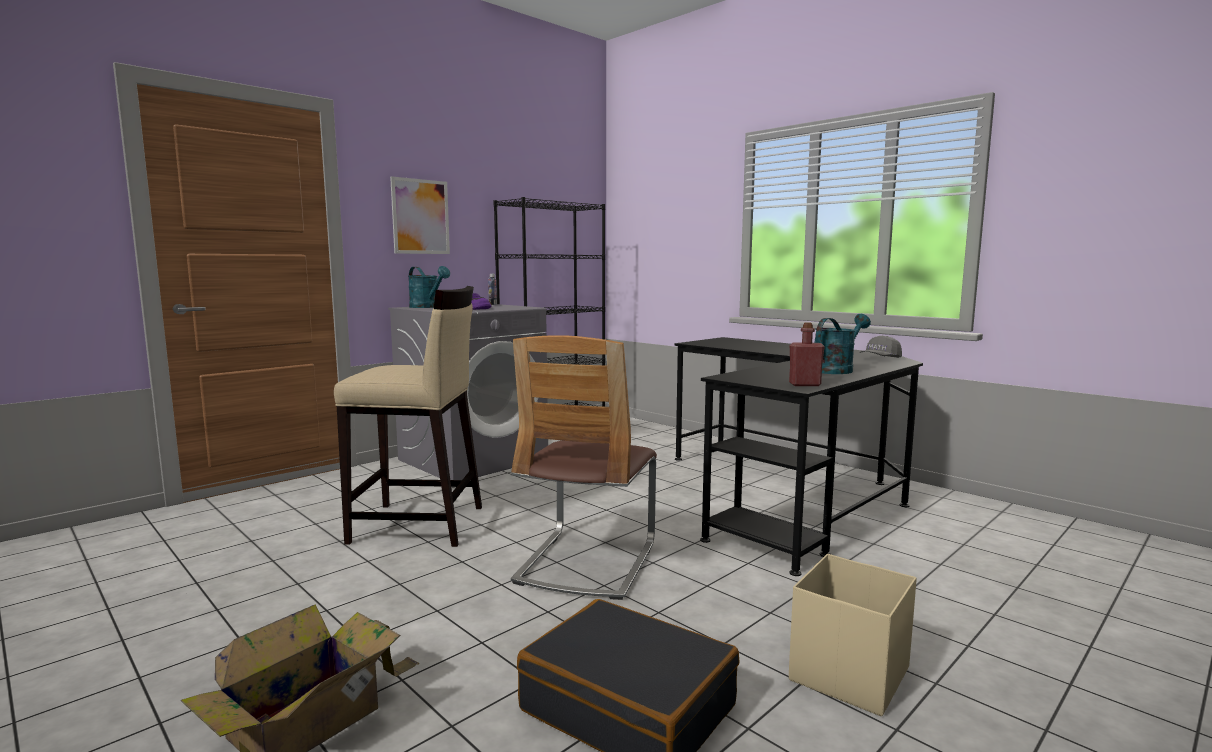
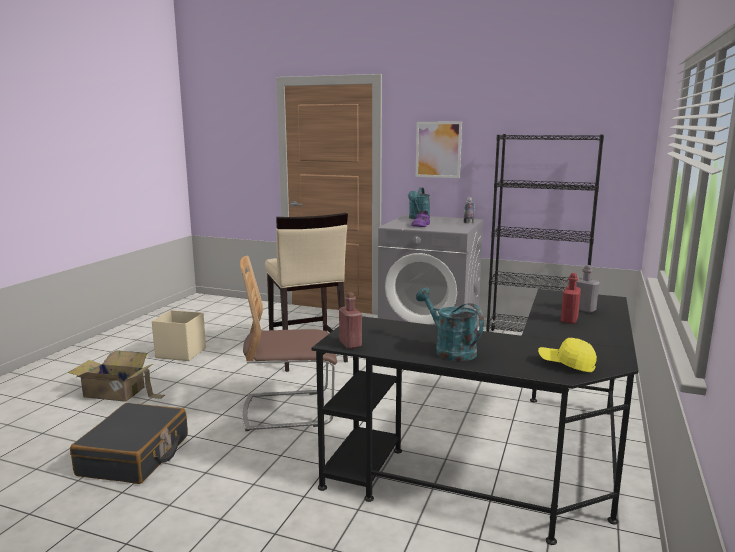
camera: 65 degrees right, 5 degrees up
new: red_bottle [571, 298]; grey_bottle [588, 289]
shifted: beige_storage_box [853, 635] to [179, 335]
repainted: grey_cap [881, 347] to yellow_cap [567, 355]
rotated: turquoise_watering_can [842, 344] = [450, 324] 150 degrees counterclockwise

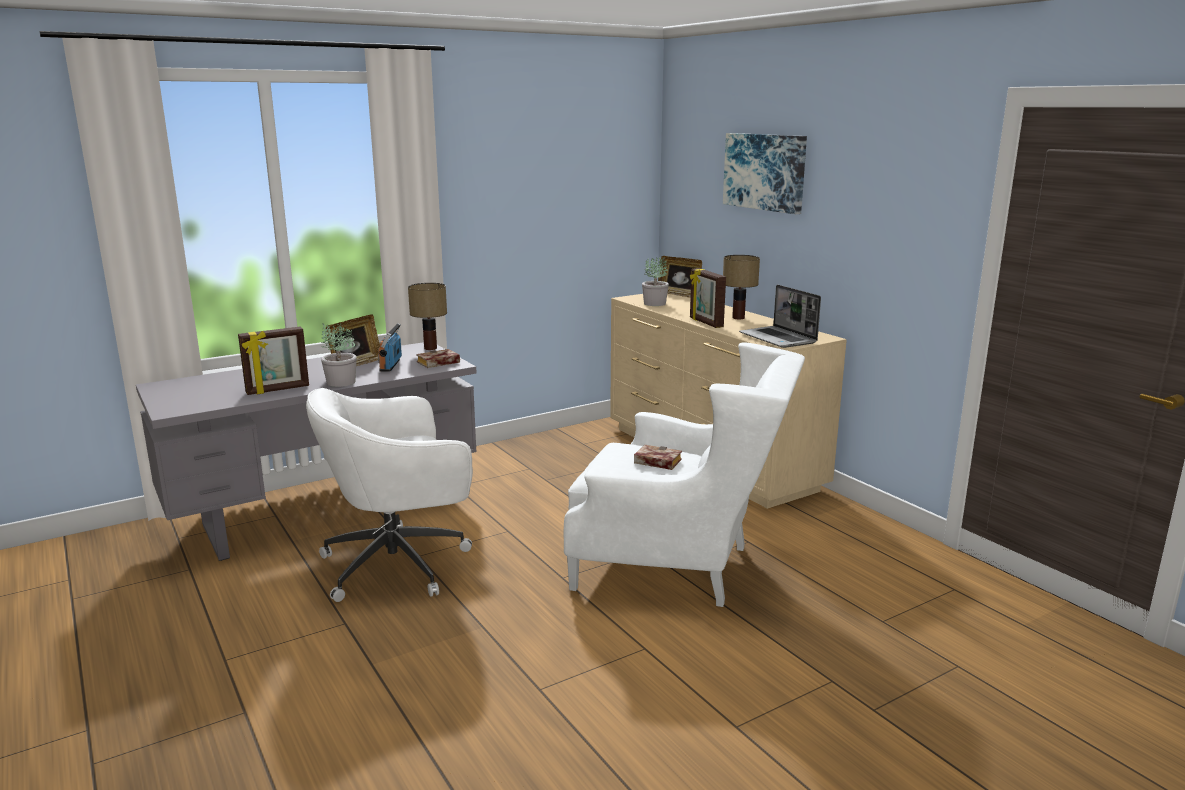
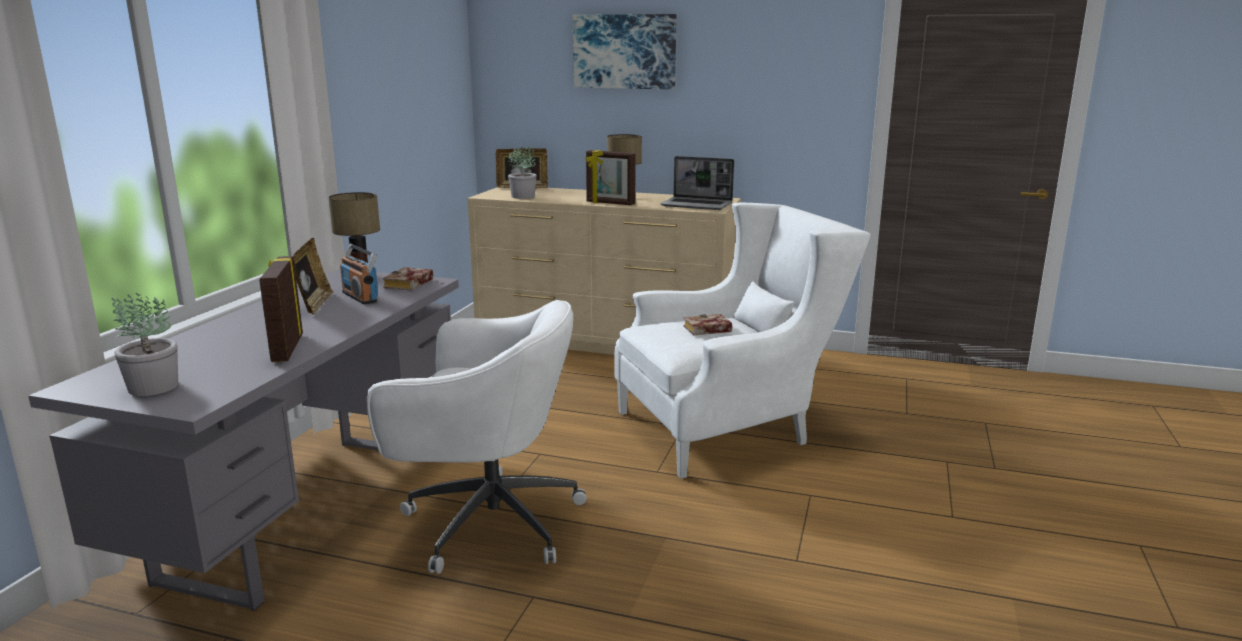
camera: 40 degrees left, 0 degrees up
shifted: potted_plant [339, 355] to [144, 344]
rotated: picture_frame [273, 360] = [281, 309] 150 degrees clockwise; white_office_chair [389, 495] = [477, 437] 105 degrees counterclockwise

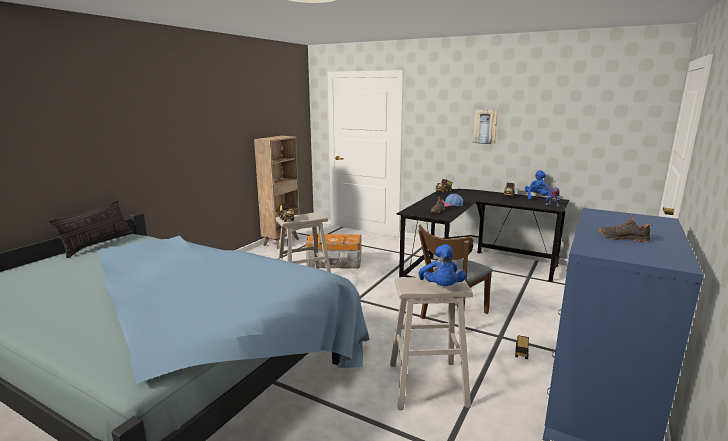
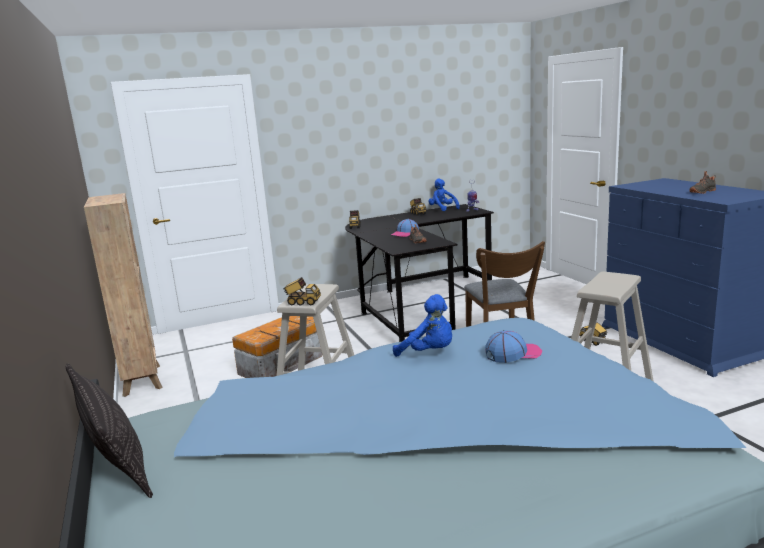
camera: 50 degrees left, 0 degrees up
gone: picture [485, 127]
new: cap [513, 346]
shifted: blue_plush_toy [442, 265] to [422, 325]

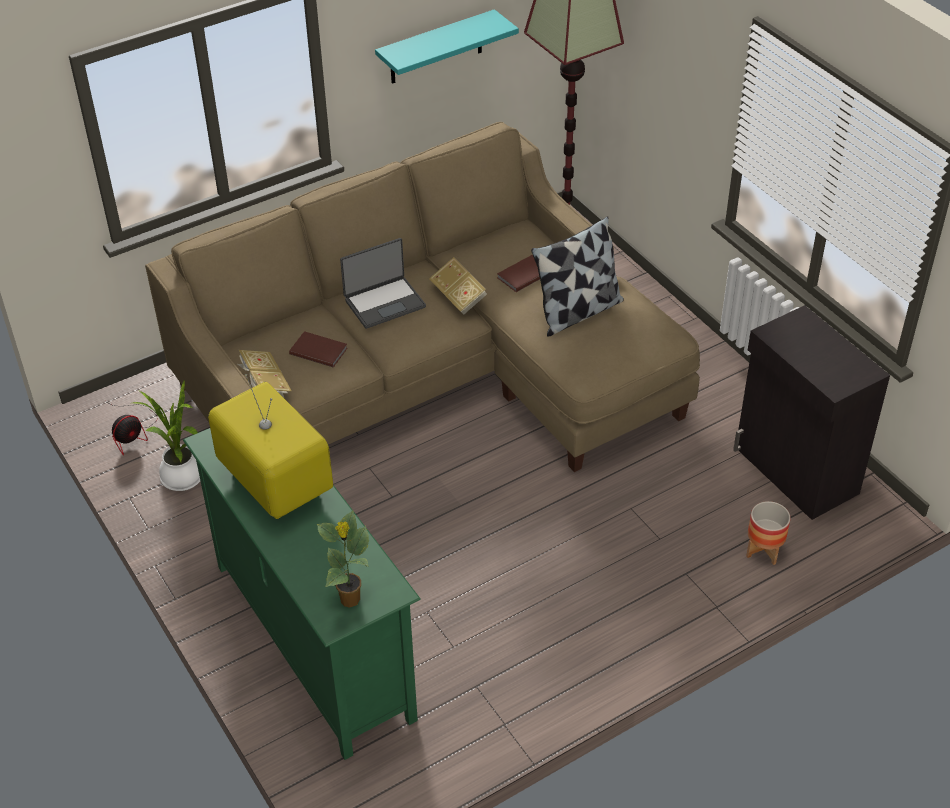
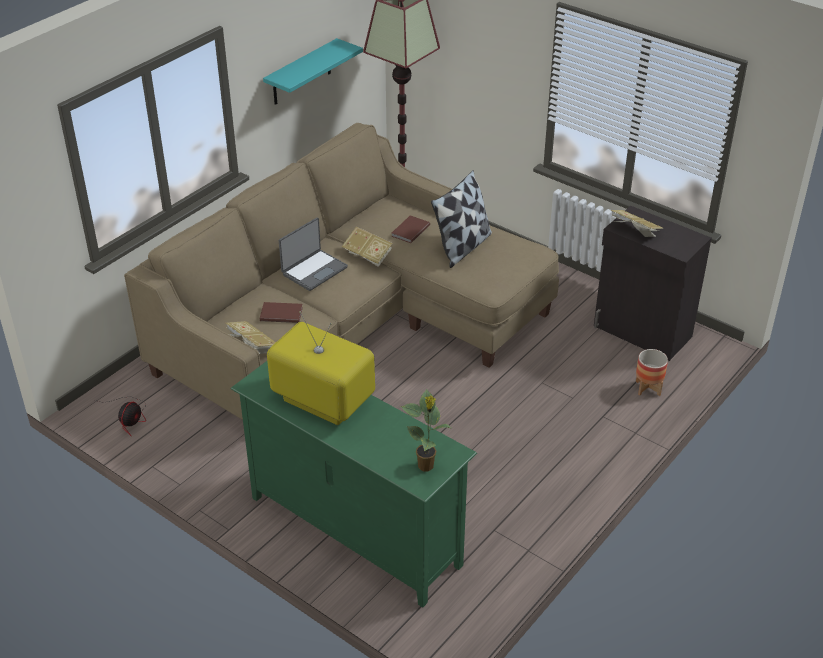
camera: 20 degrees left, 5 degrees down
gone: potted_plant [166, 435]
new: book [637, 223]

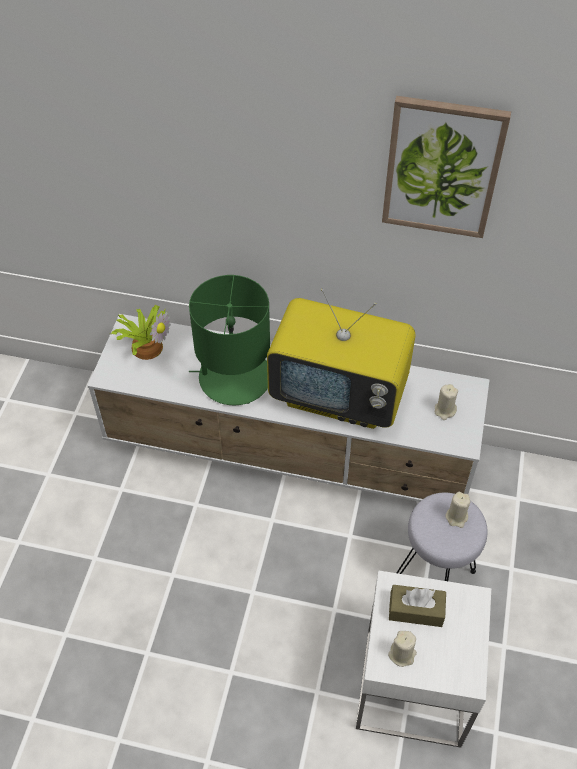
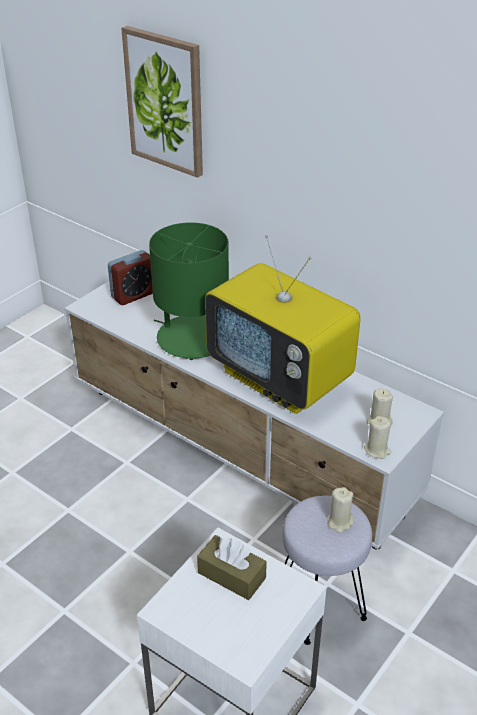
camera: 25 degrees right, 15 degrees down
shifted: picture [446, 167] to [162, 102]; beige_candle [402, 649] to [377, 437]
swapped: potted_plant [141, 332] to alarm_clock [130, 277]

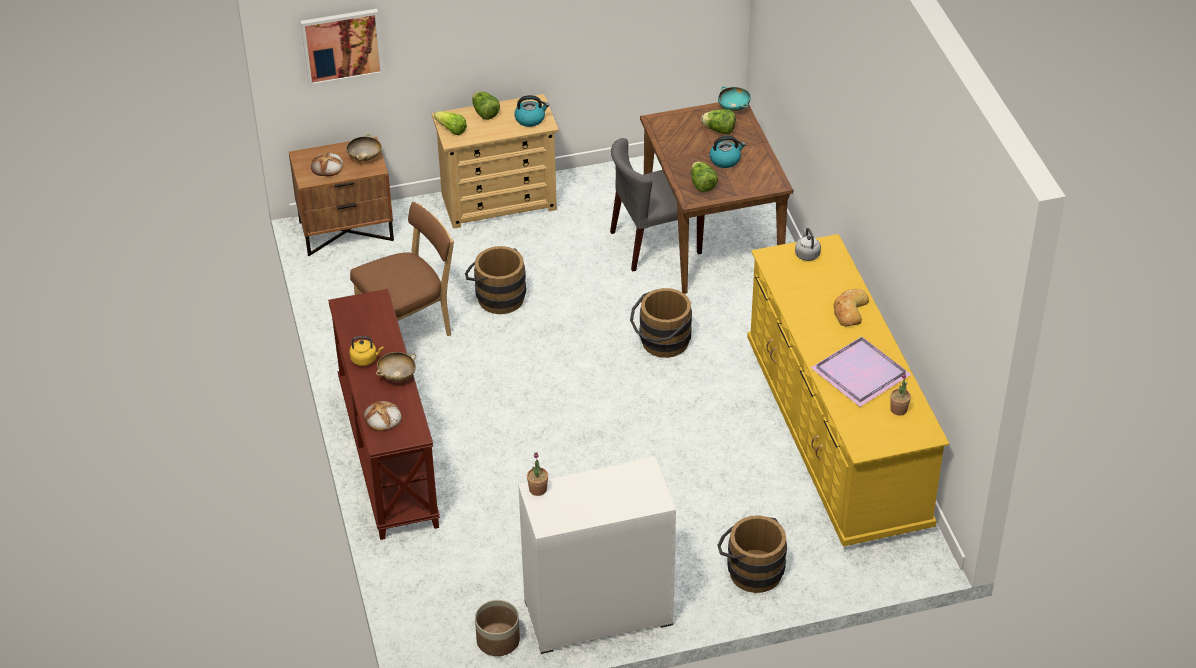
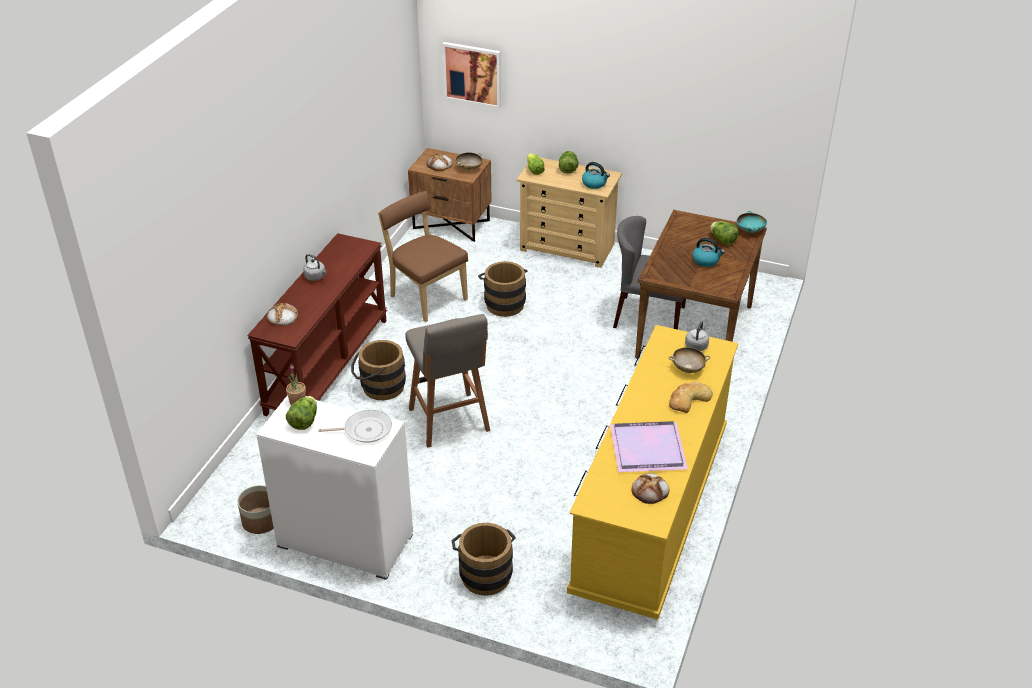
camera: 35 degrees right, 5 degrees down
new: frying_pan [355, 426]; grey_stool [447, 381]
shifted: lettuce [704, 176] to [301, 413]; brown_bucket [661, 323] to [378, 370]; beige_bowl [396, 367] to [689, 360]
swapped: potted_plant [900, 393] to bread [651, 488]
repainted: yellow_kettle [366, 351] to grey_kettle [315, 267]
rotated: brown_chair [402, 269] = [423, 256] 135 degrees counterclockwise

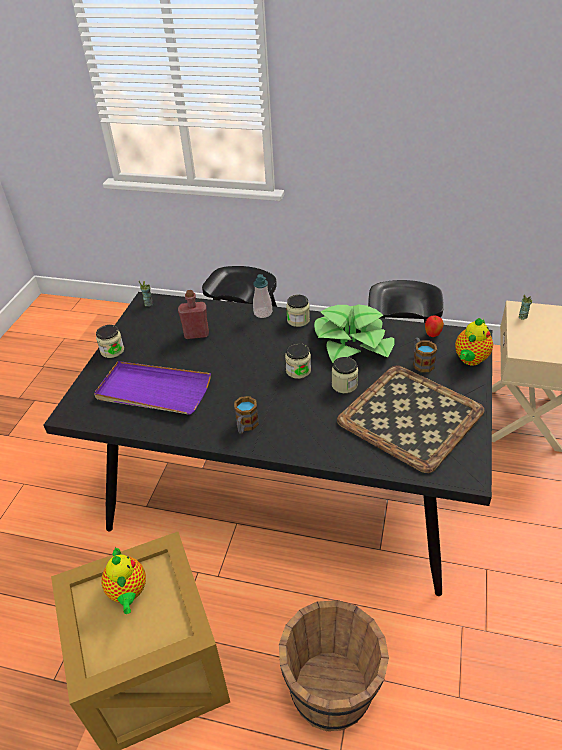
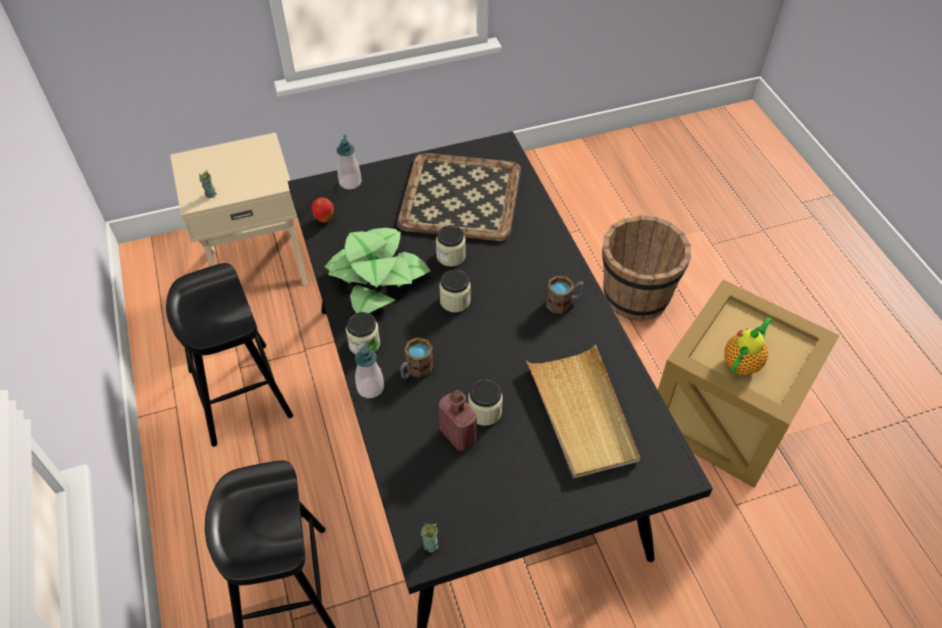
camera: 125 degrees left, 10 degrees up
shifted: mug [425, 355] to [417, 358]; jar [110, 341] to [485, 403]
swapped: teapot [474, 341] to soap_dispenser [349, 162]
repainted: purple_tray [152, 388] to beige_tray [583, 411]

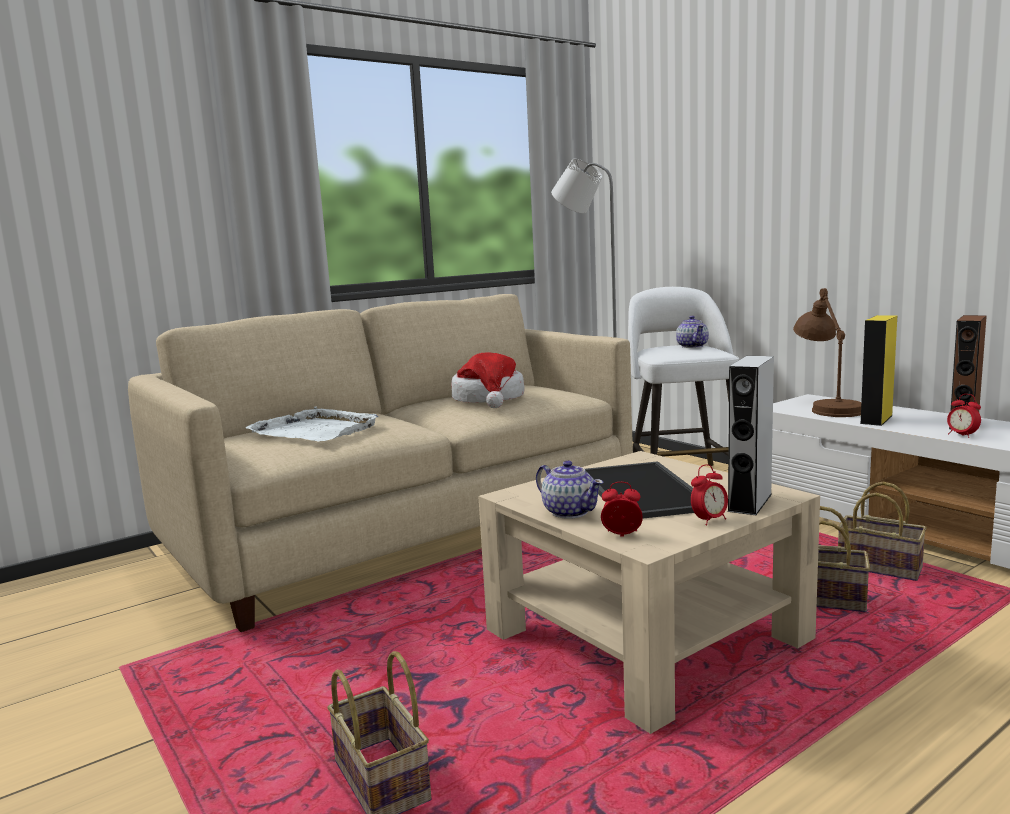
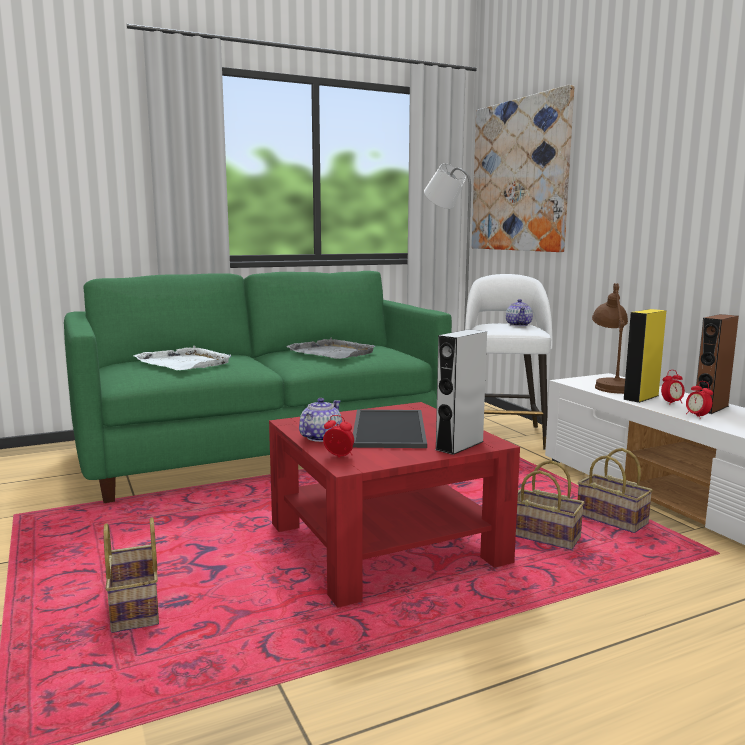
camera: 10 degrees right, 0 degrees up
new: picture [523, 168]
shifted: alarm_clock [709, 494] to [673, 387]
swapped: hat [488, 380] to grey_tray [330, 348]
repainted: beige_sofa [380, 463] to green_sofa [258, 387]; beige_coffee_table [649, 592] to red_coffee_table [394, 505]
rotated: teapot [569, 489] = [320, 420] 120 degrees counterclockwise

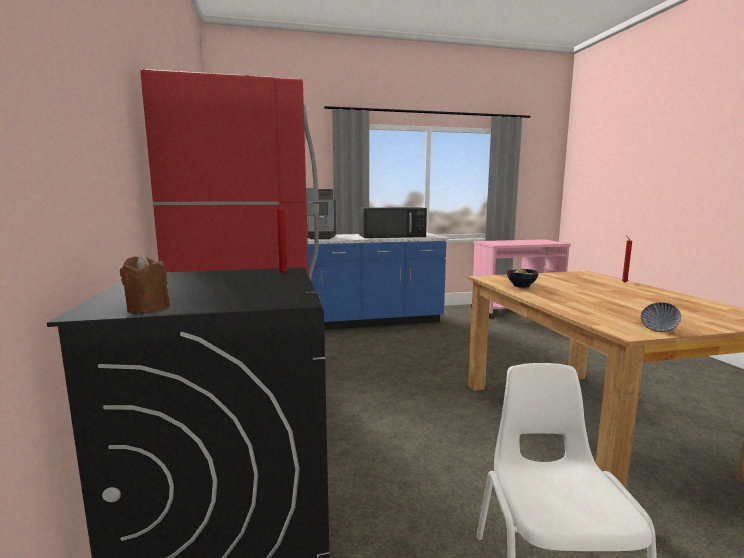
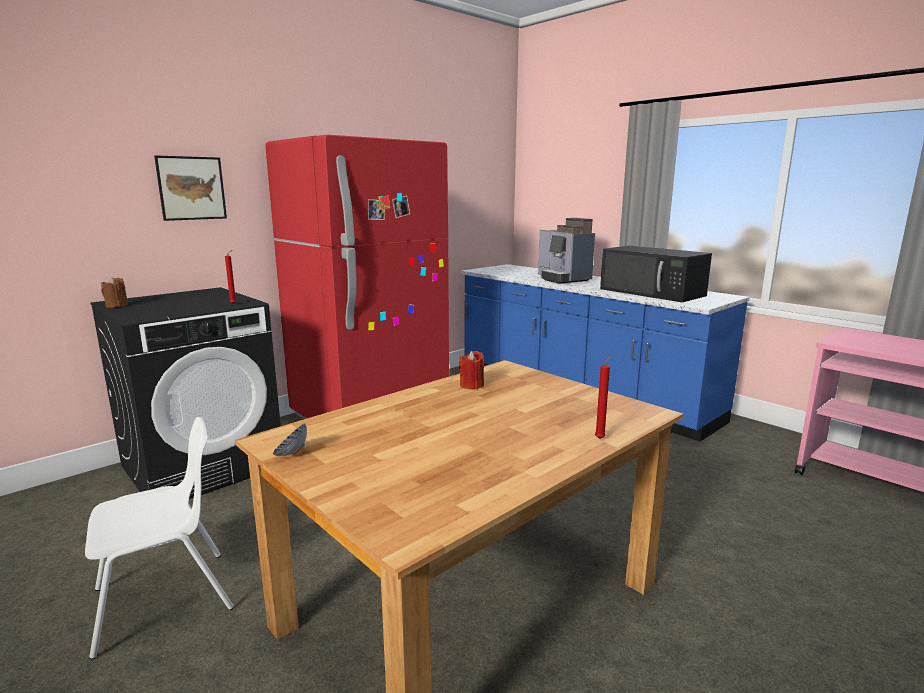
camera: 60 degrees right, 5 degrees up
new: picture [190, 188]
swapped: bowl [522, 278] to red_candle [471, 370]

